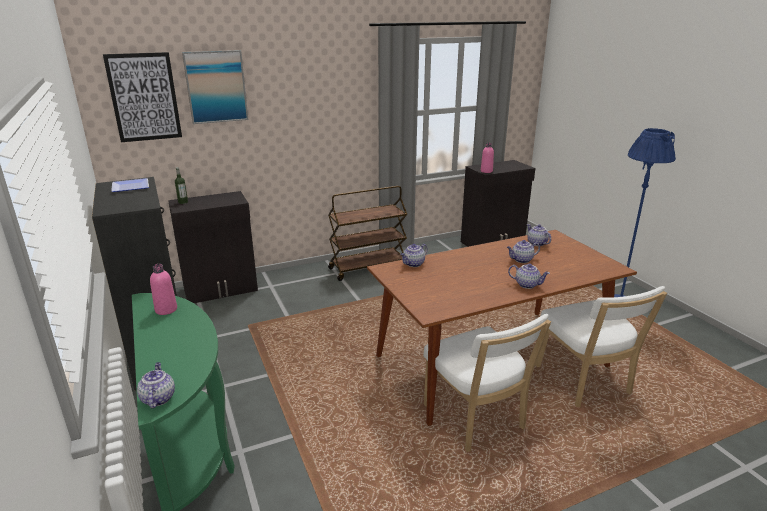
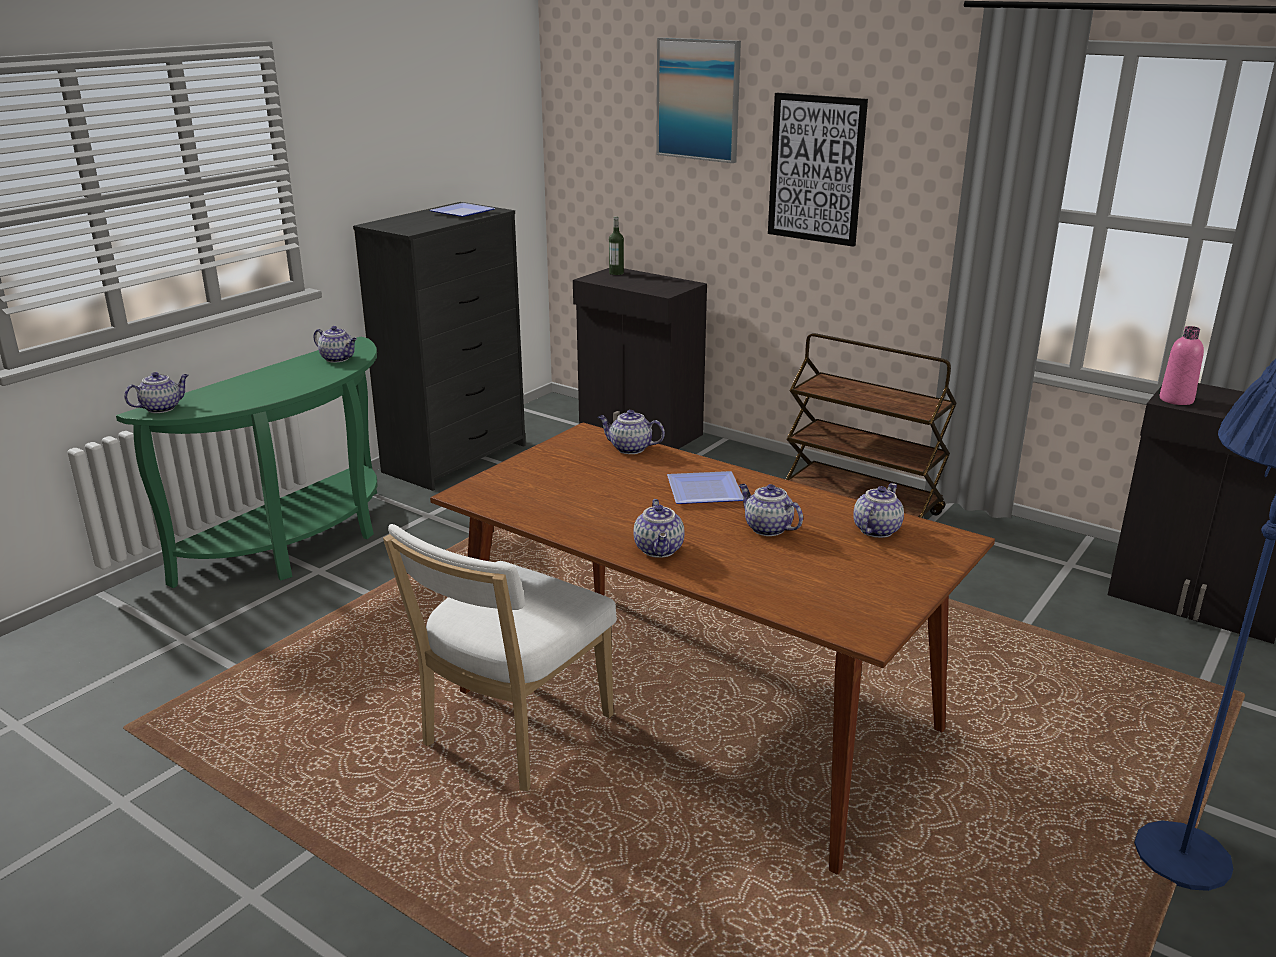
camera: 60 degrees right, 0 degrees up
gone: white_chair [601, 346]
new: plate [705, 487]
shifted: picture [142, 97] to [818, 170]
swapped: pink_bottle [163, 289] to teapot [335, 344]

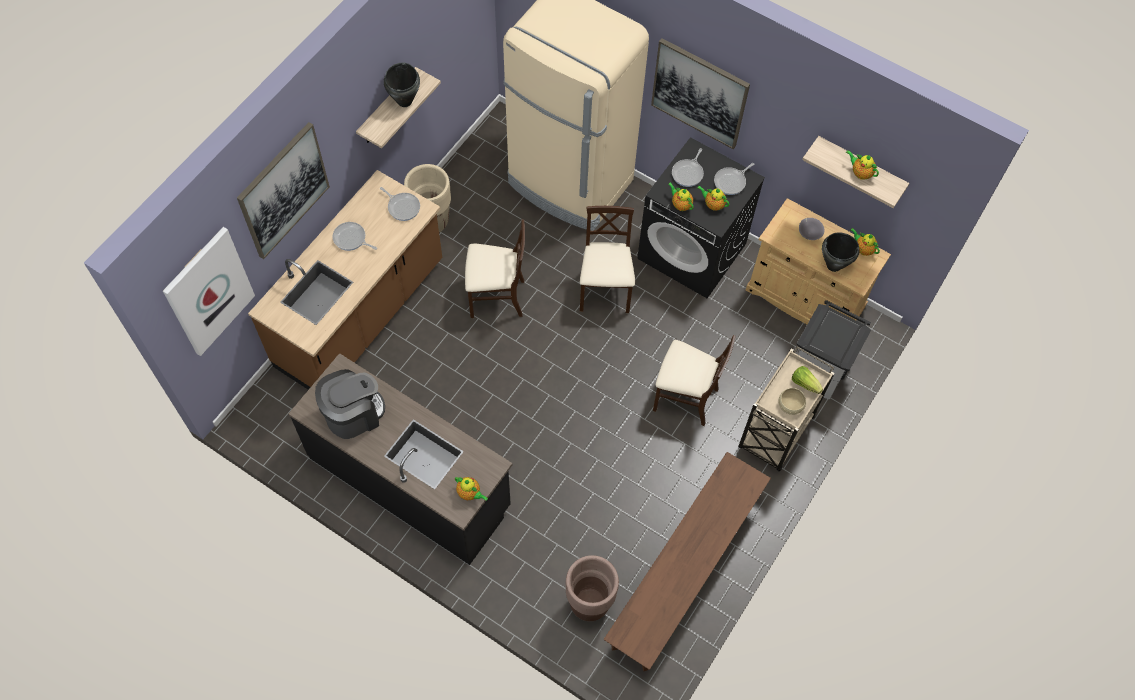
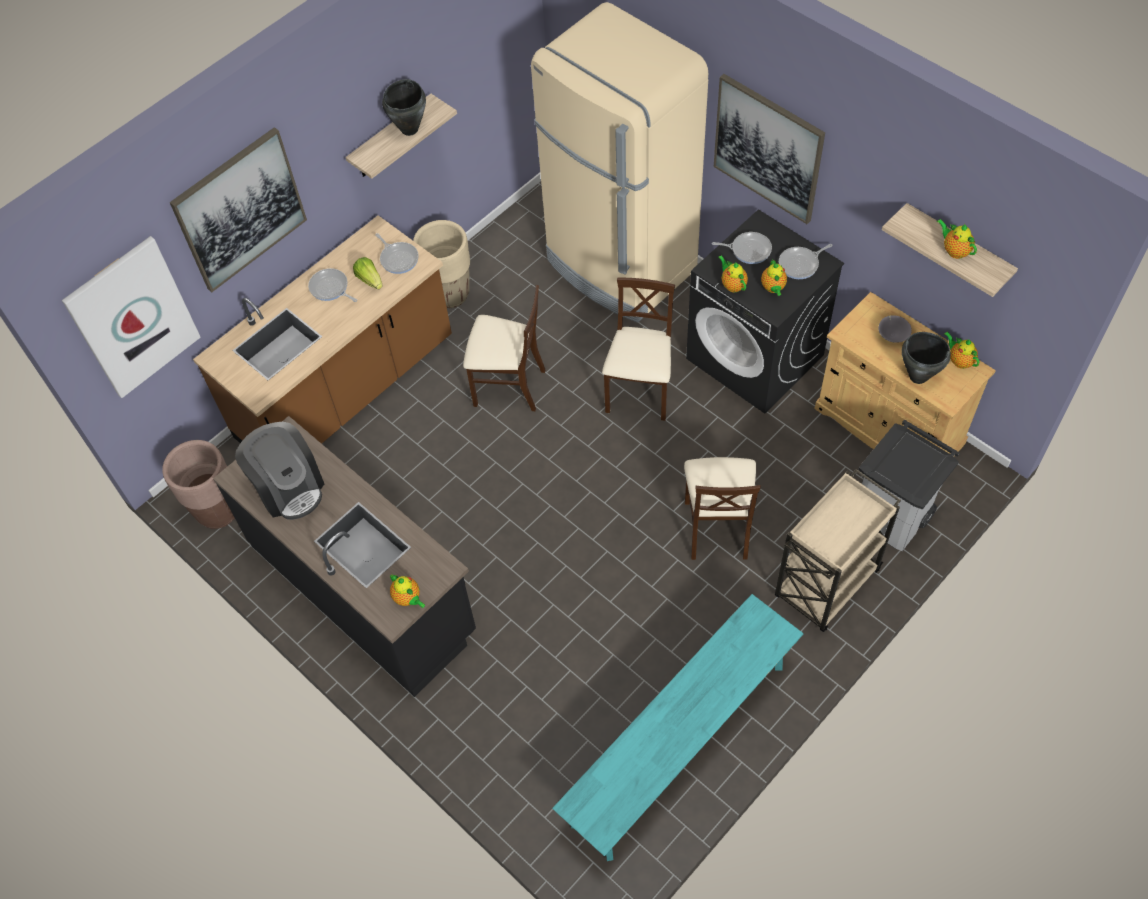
camera: 15 degrees right, 5 degrees down
gone: beige_bowl [792, 401]
shifted: brown_planter [592, 588] to [198, 484]; lettuce [807, 380] to [368, 273]
repainted: brown_bench [687, 561] to turquoise_bench [678, 727]
rotated: coffee_machine [350, 404] = [279, 471] 75 degrees clockwise; beige_chair [694, 380] = [722, 508] 60 degrees clockwise; frying_pan [688, 167] = [742, 248] 120 degrees counterclockwise; teapot [713, 198] = [774, 278] 135 degrees counterclockwise

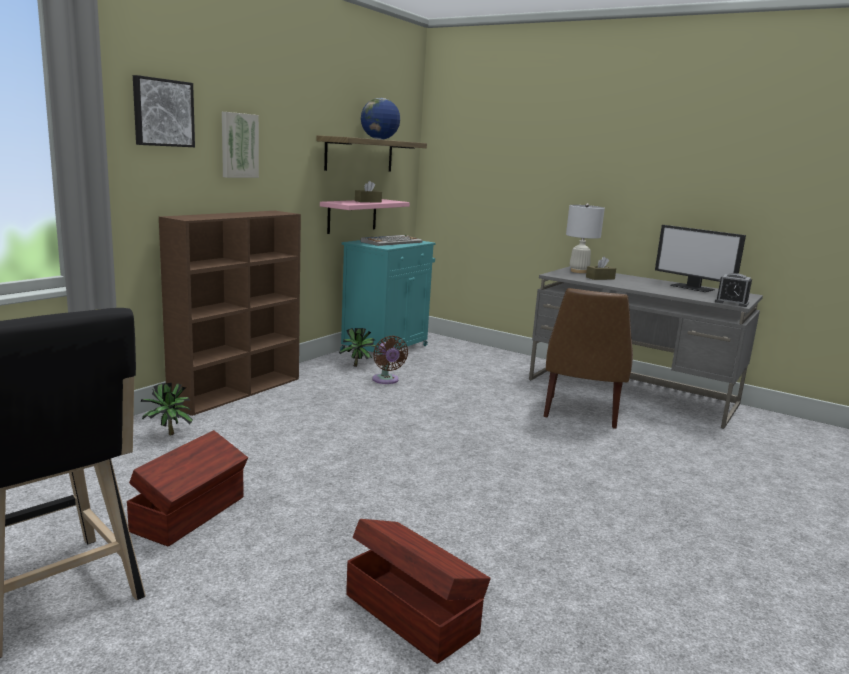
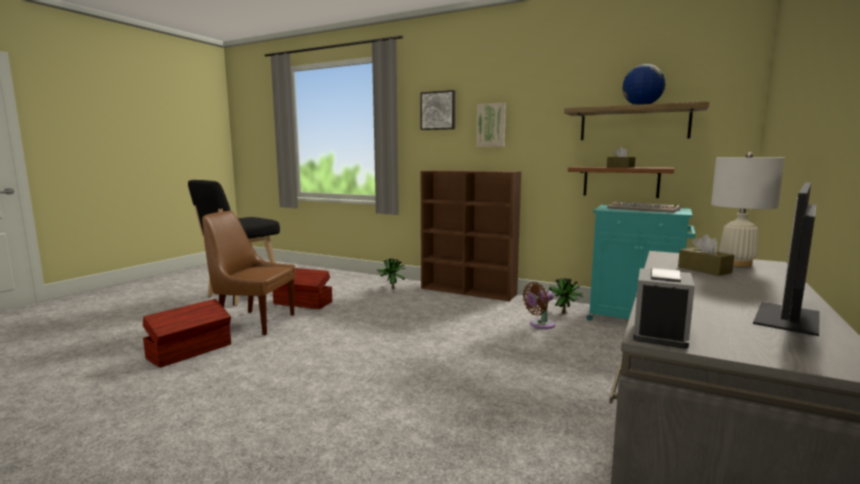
camera: 85 degrees right, 5 degrees down
shifted: brown_chair [588, 358] to [248, 273]
repainted: pink_shelf [365, 216] to brown_shelf [621, 182]

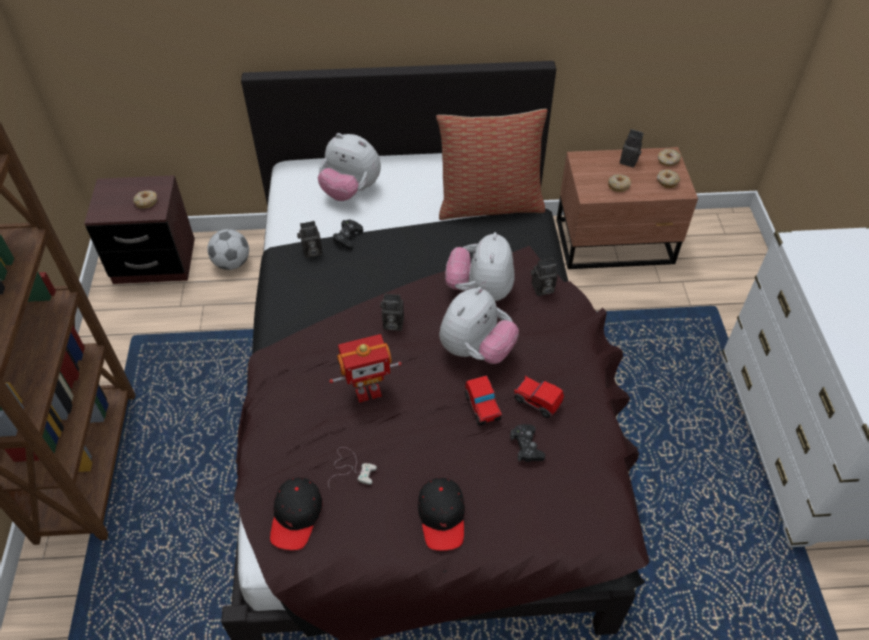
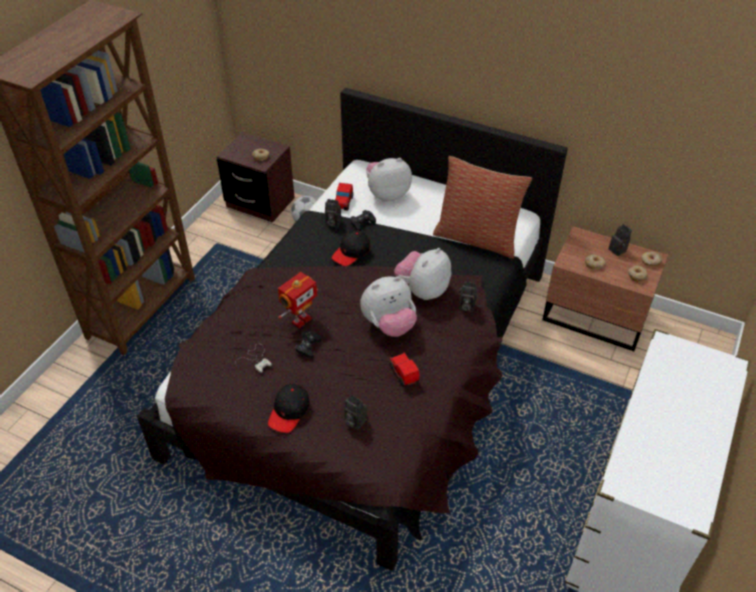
camera: 30 degrees right, 5 degrees down
shifted: black_game_controller [527, 443] to [308, 345]; black_cap [296, 513] to [351, 248]; toy_car [483, 400] to [344, 197]; photo_camera [392, 312] to [355, 412]
rotated: toy_robot [365, 368] = [298, 300] 60 degrees counterclockwise; plush_toy [349, 167] = [389, 180] 105 degrees clockwise

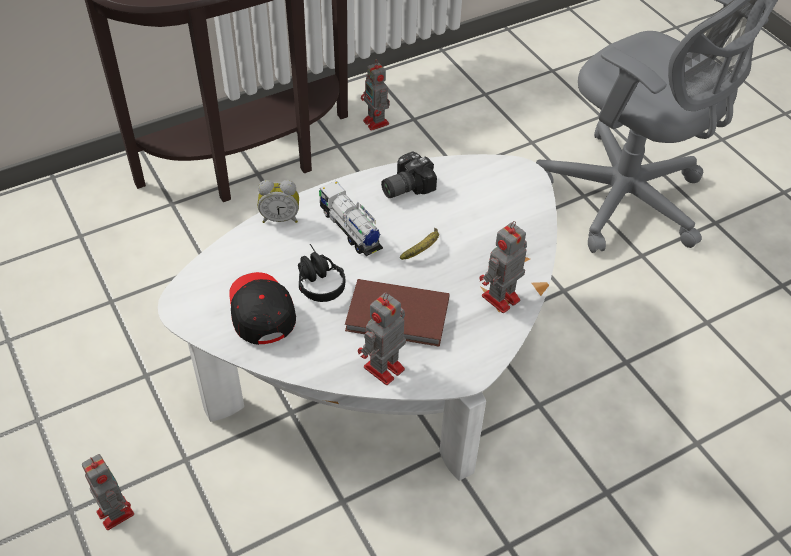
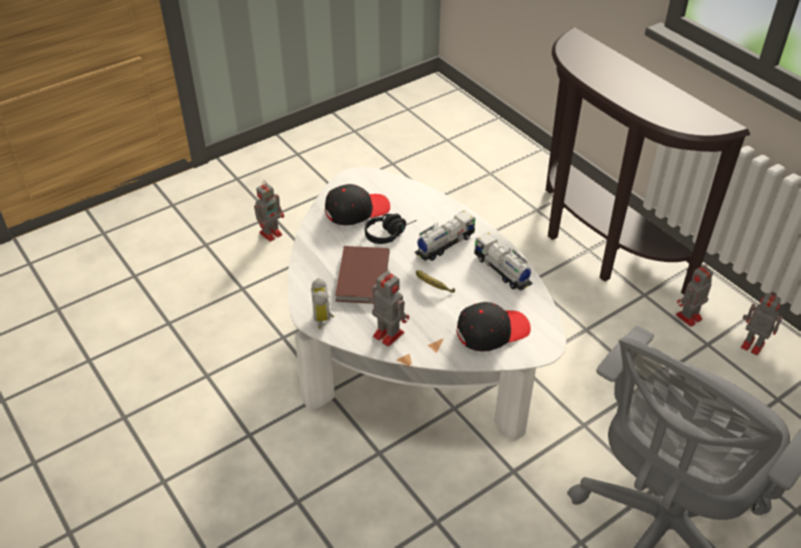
camera: 85 degrees right, 5 degrees down
new: black_cap [494, 327]
shifted: alarm_clock [278, 201] to [322, 303]; toy_robot [382, 338] to [762, 324]
swapped: photo_camera [409, 174] to toy_truck [503, 261]

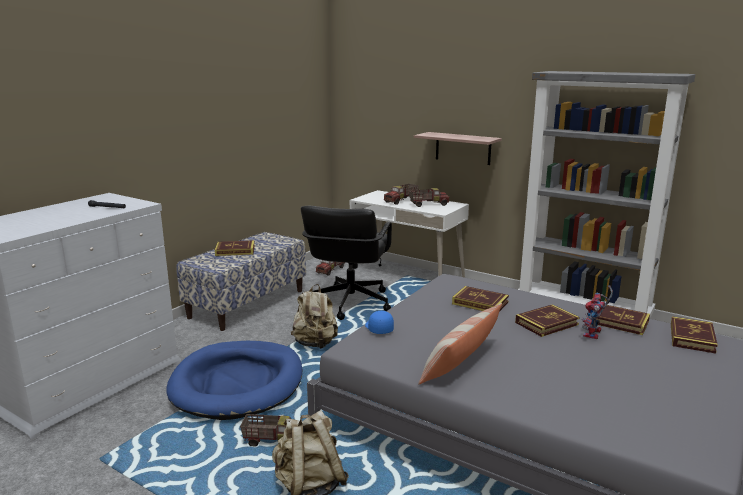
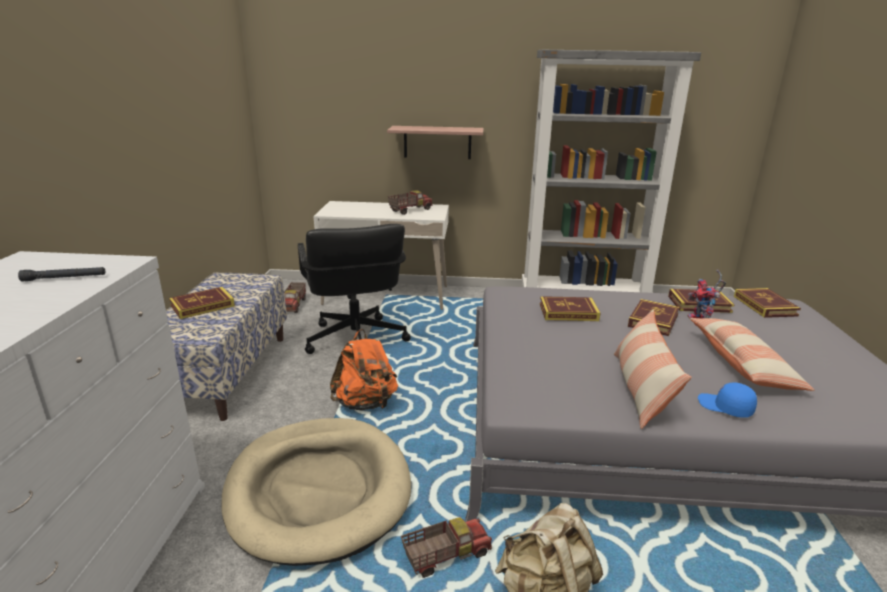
camera: 30 degrees left, 5 degrees up
gone: toy_truck [401, 194]
new: pillow [752, 354]
shifted: blue_cap [379, 322] to [727, 400]
repainted: blue_dog_bed [234, 380] to beige_dog_bed [316, 492]; beige_backpack [314, 316] to orange_backpack [364, 369]

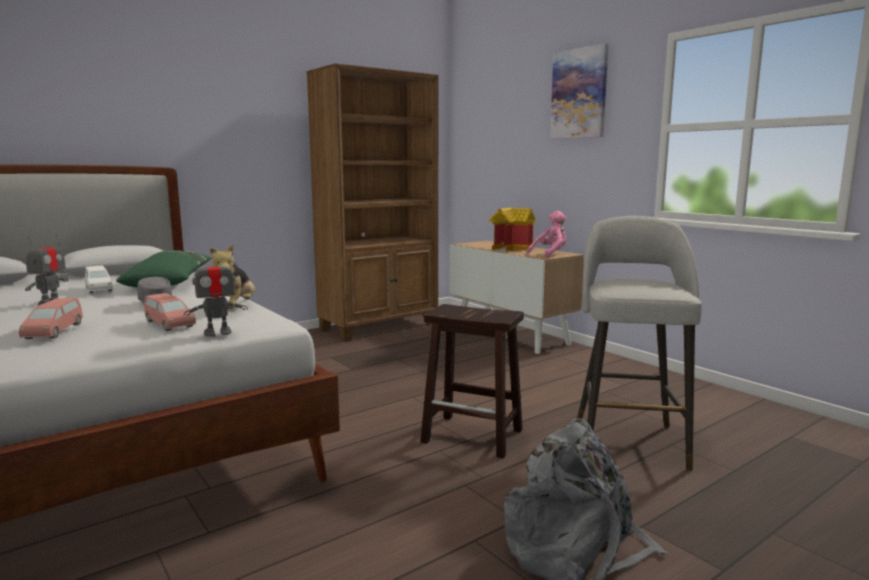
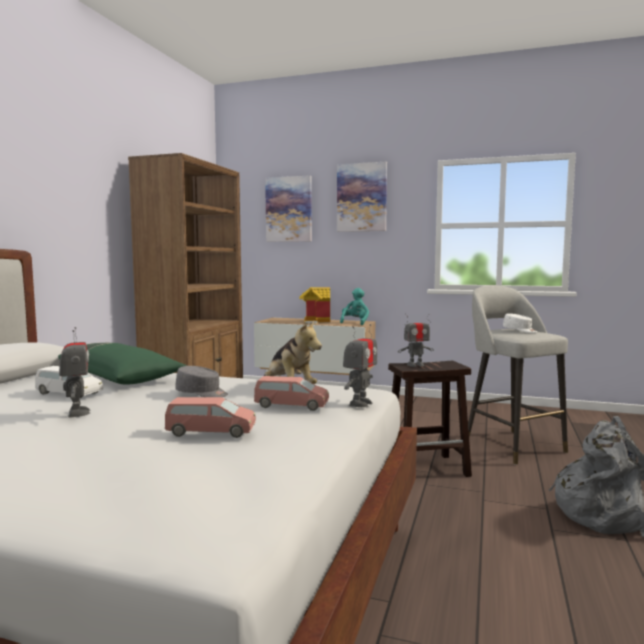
camera: 35 degrees left, 5 degrees down
new: picture [288, 208]; toy_robot [416, 340]; white_cap [520, 323]
repainted: pink_plush_toy [547, 234] to turquoise_plush_toy [354, 306]
rotated: pink_toy_car [51, 318] = [210, 417] 45 degrees counterclockwise

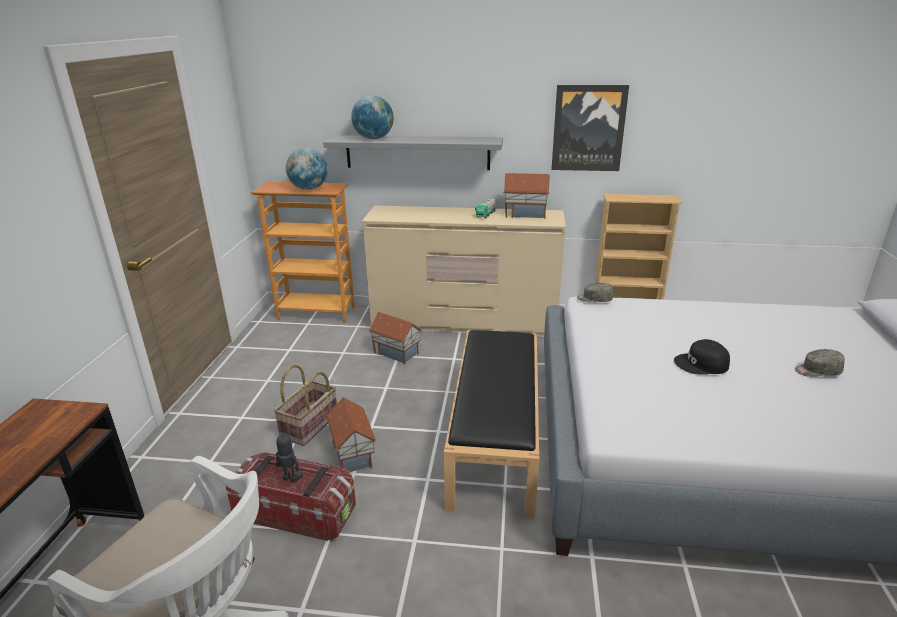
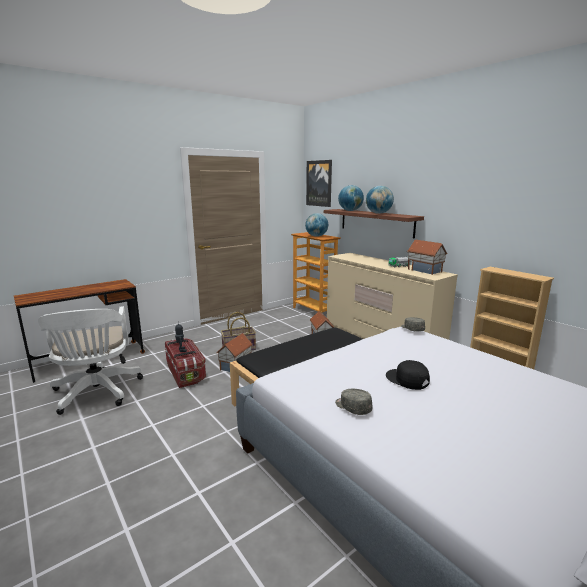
camera: 45 degrees right, 10 degrees down
new: globe [380, 200]
shifted: picture [590, 128] to [319, 183]; grey_cap [820, 363] to [353, 402]
repainted: grey_shelf [413, 152] to brown_shelf [374, 224]

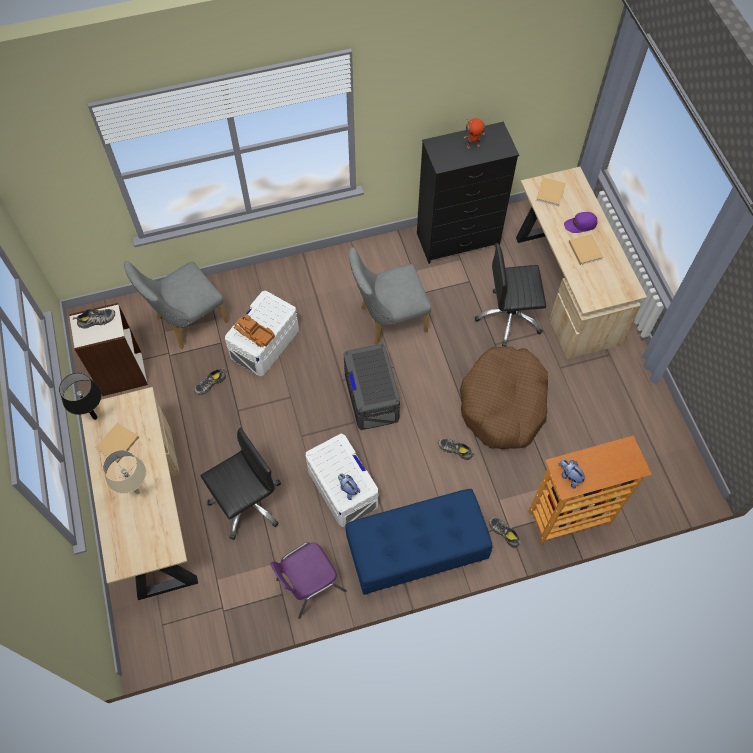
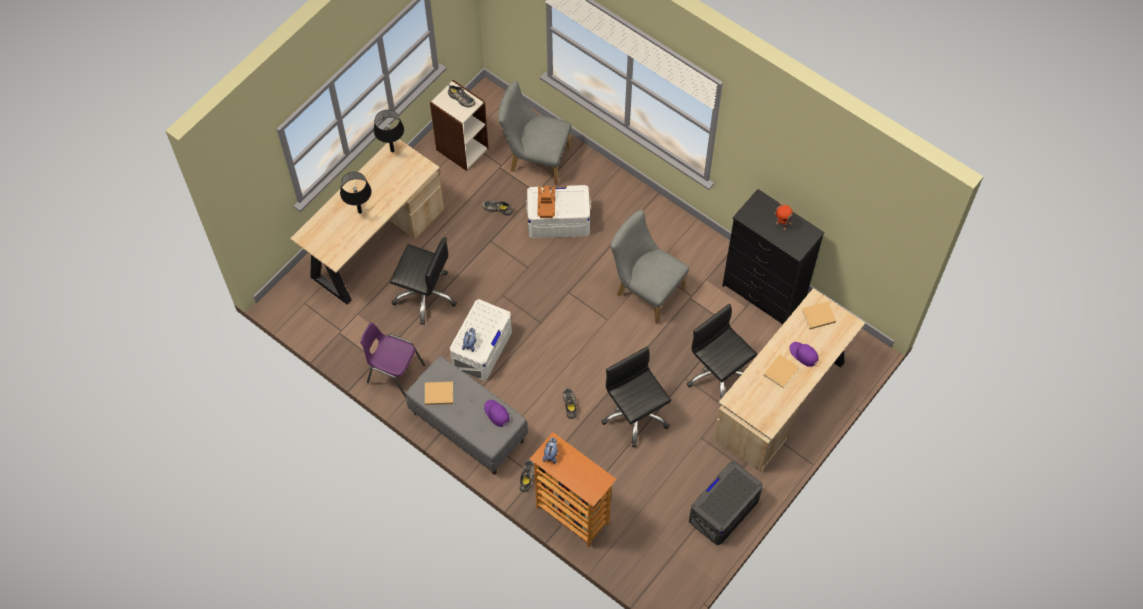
camera: 55 degrees right, 0 degrees up
new: purple_cap [497, 413]
shifted: beige_book [117, 442] to [439, 393]; grey_storage_box [372, 387] to [726, 503]
swapped: brown_dog_bed [504, 398] to black_office_chair [636, 396]
repainted: beige_table_lamp [124, 472] to black_table_lamp [355, 193]; blue_bench [419, 542] to grey_bench [466, 415]

